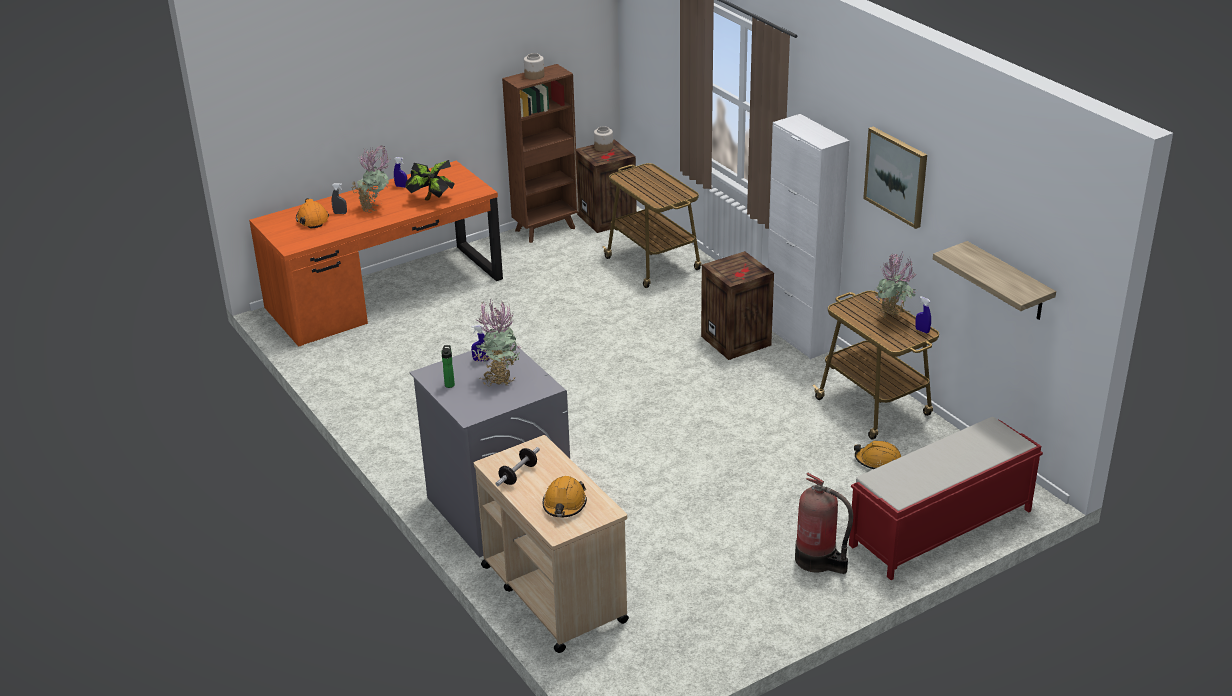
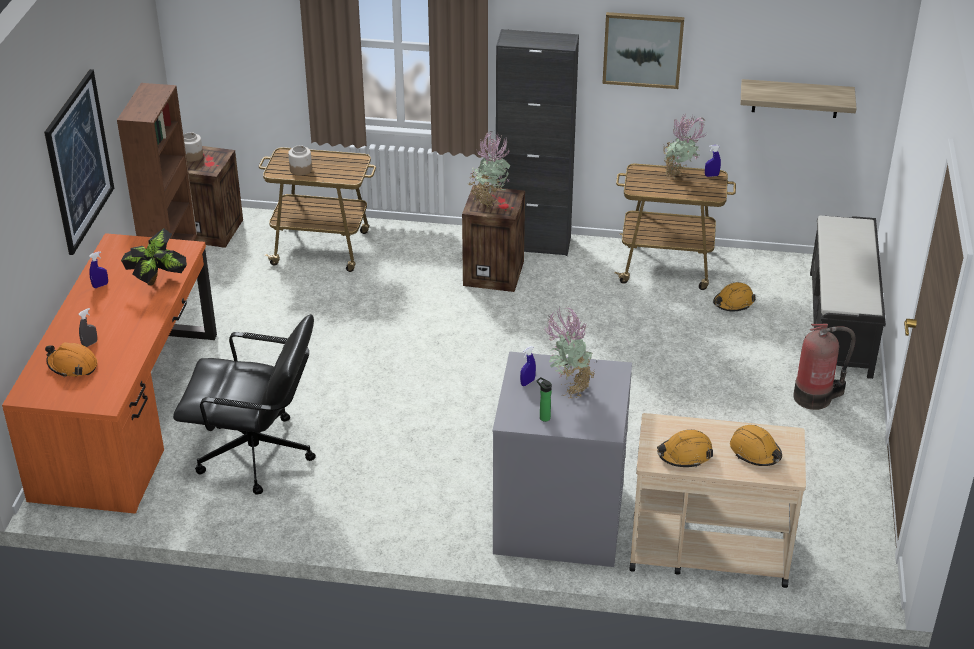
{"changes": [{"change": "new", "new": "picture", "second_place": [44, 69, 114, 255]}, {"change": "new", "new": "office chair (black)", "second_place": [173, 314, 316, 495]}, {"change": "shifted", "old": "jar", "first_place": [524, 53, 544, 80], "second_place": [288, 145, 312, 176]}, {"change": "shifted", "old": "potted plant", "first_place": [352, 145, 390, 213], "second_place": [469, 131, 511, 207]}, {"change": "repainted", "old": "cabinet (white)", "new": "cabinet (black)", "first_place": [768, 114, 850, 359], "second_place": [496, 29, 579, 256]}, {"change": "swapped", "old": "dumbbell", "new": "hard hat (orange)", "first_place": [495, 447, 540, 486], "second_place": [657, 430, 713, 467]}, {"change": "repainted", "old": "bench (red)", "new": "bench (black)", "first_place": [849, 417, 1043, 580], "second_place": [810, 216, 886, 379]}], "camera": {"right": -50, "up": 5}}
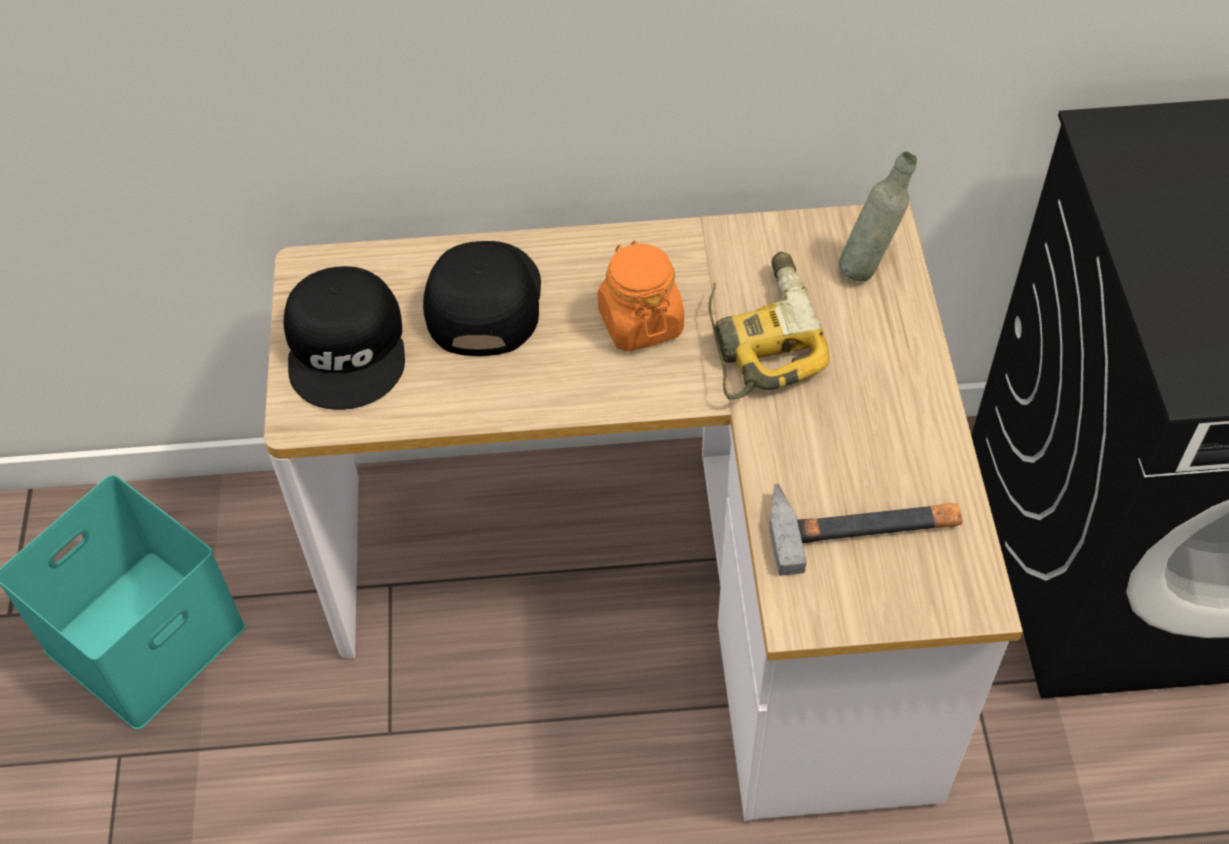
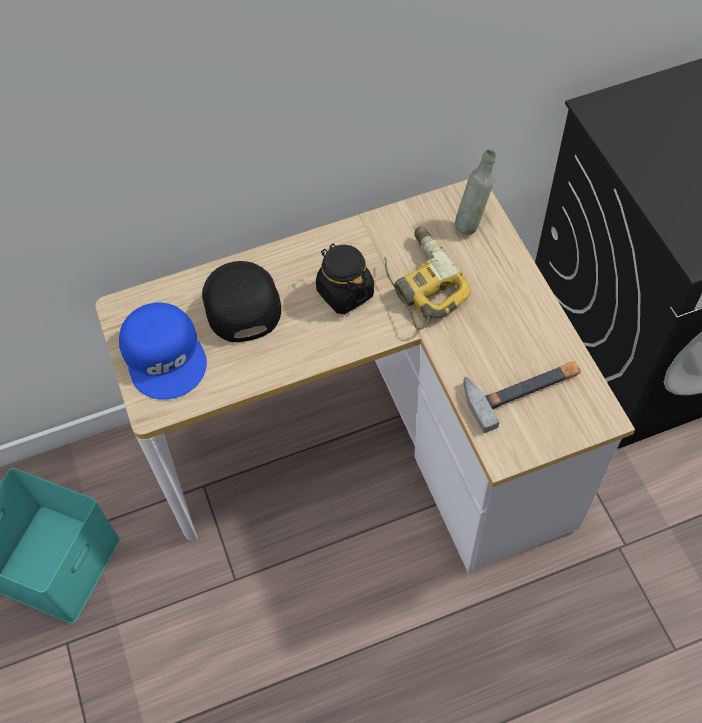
{"changes": [{"change": "repainted", "old": "cap (black)", "new": "cap (blue)", "first_place": [283, 266, 405, 410], "second_place": [119, 302, 207, 400]}, {"change": "repainted", "old": "jar (orange)", "new": "jar (black)", "first_place": [598, 240, 684, 352], "second_place": [316, 244, 374, 314]}], "camera": {"right": -15, "up": 5}}
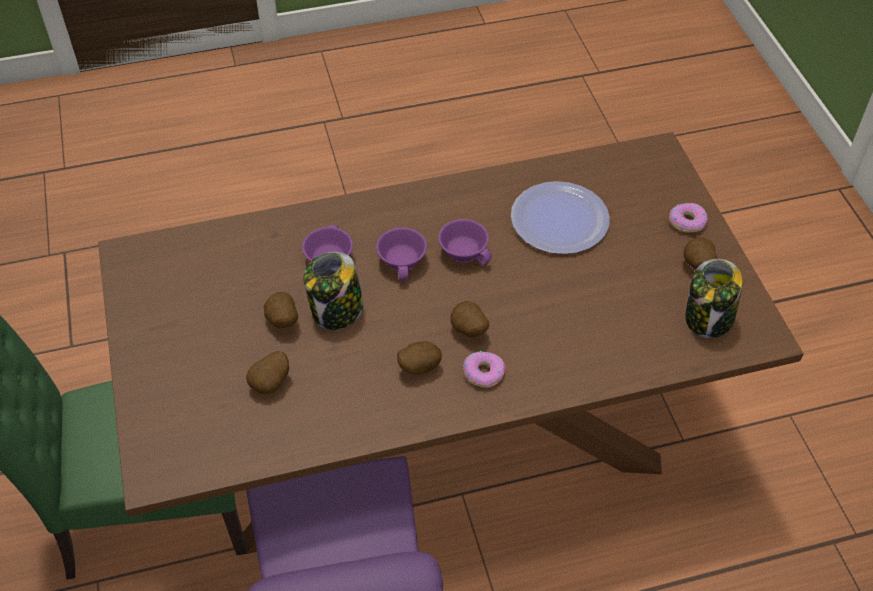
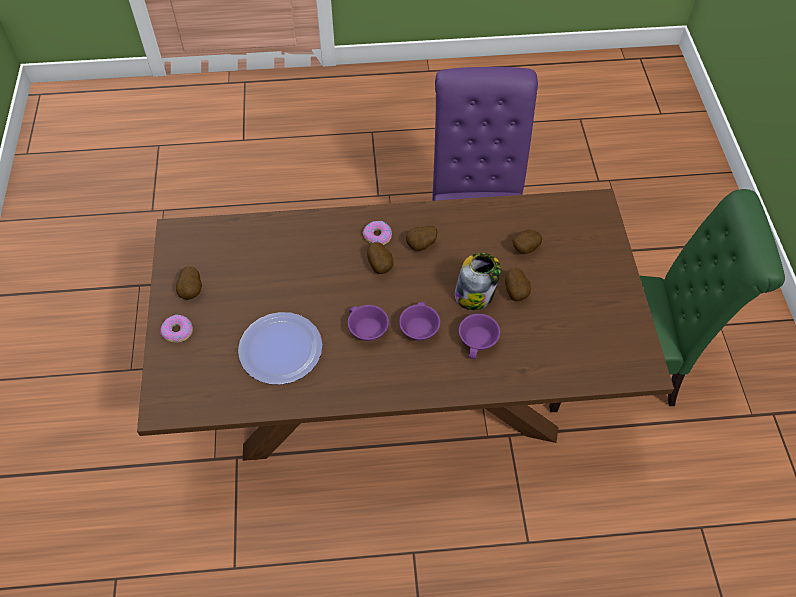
{"changes": [{"change": "gone", "old": "jar", "first_place": [685, 259, 743, 338]}], "camera": {"right": -170, "up": 5}}
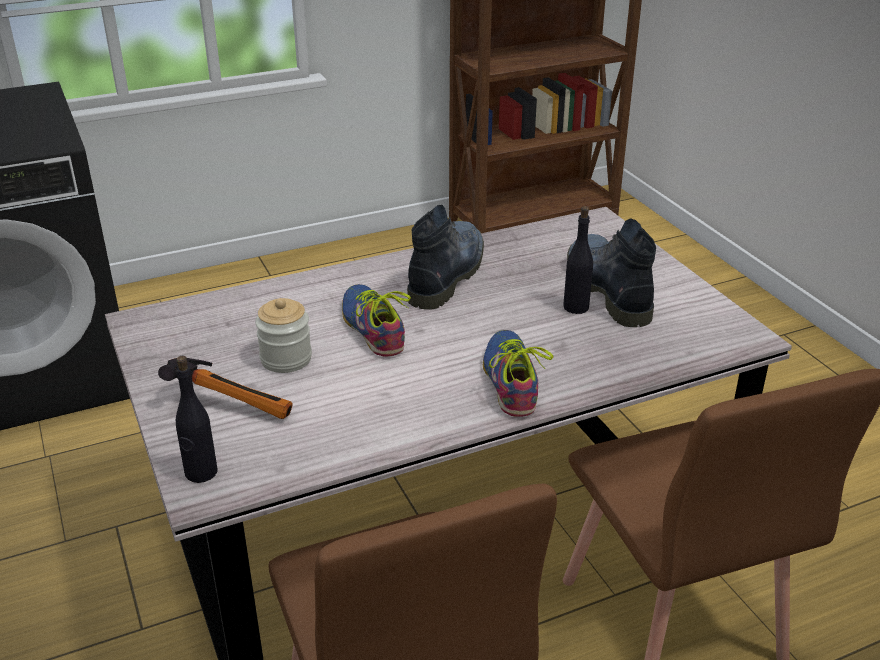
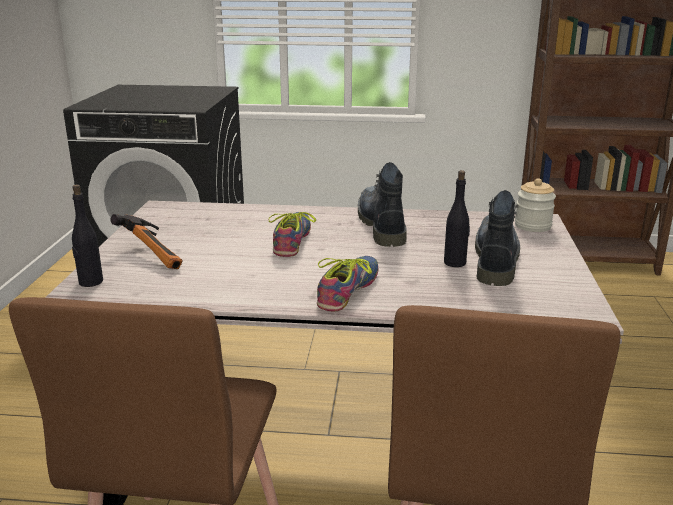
{"changes": [{"change": "rotated", "old": "boot", "first_place": [407, 205, 484, 310], "second_place": [358, 162, 407, 247], "degrees": -60}, {"change": "shifted", "old": "jar", "first_place": [255, 298, 312, 373], "second_place": [515, 178, 556, 232]}], "camera": {"right": 30, "up": -10}}
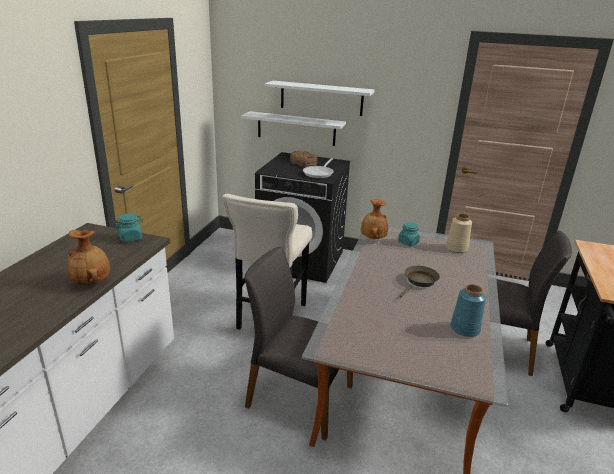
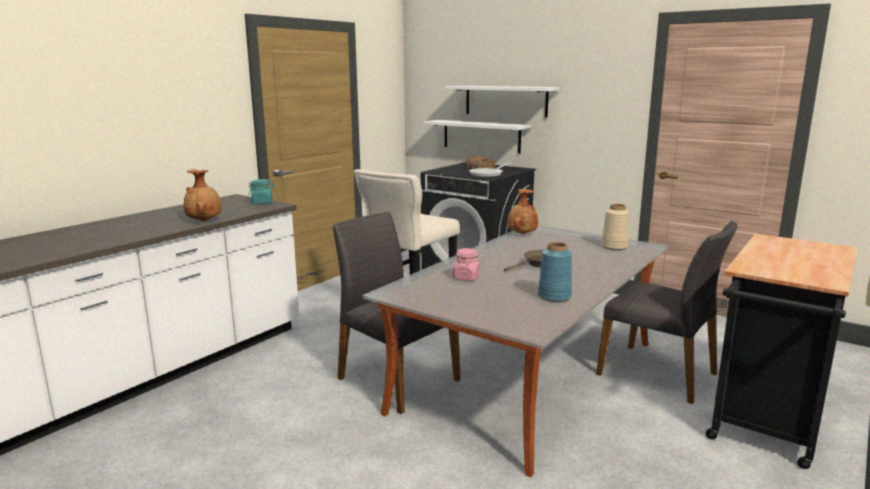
{"changes": [{"change": "new", "new": "jar (pink)", "second_place": [453, 248, 480, 280]}, {"change": "gone", "old": "jar (turquoise)", "first_place": [398, 222, 420, 246]}], "camera": {"right": 20, "up": -10}}
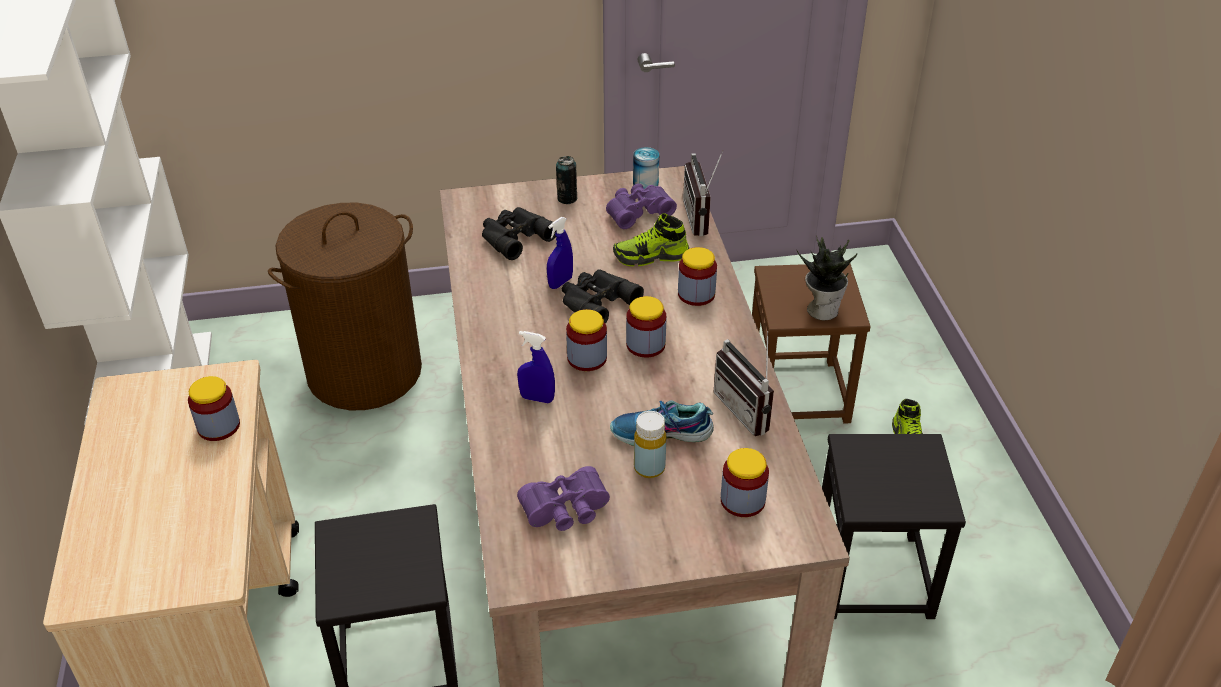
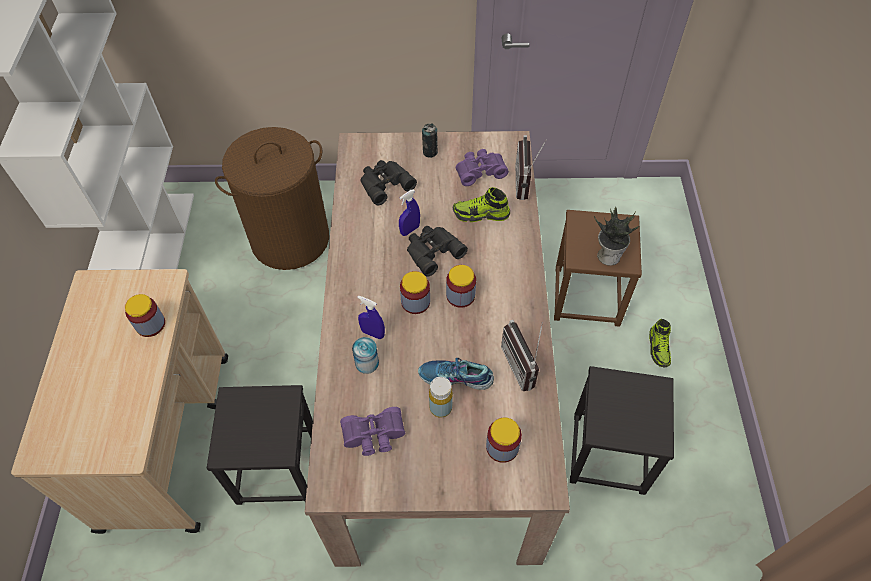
{"changes": [{"change": "shifted", "old": "can", "first_place": [633, 147, 659, 189], "second_place": [352, 337, 379, 374]}, {"change": "gone", "old": "jar", "first_place": [678, 247, 717, 306]}], "camera": {"right": 10, "up": 15}}
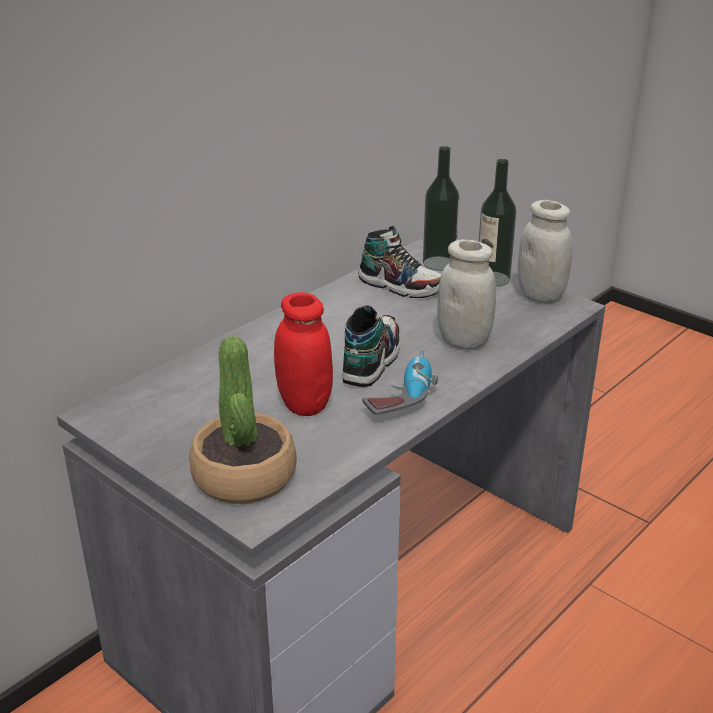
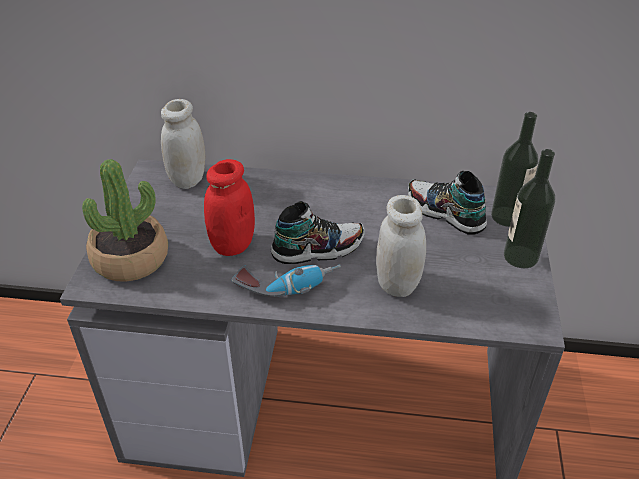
{"changes": [{"change": "shifted", "old": "jar (white)", "first_place": [518, 200, 573, 303], "second_place": [161, 99, 205, 189]}, {"change": "rotated", "old": "shoe", "first_place": [358, 226, 441, 298], "second_place": [408, 171, 487, 234], "degrees": 135}], "camera": {"right": 55, "up": 10}}
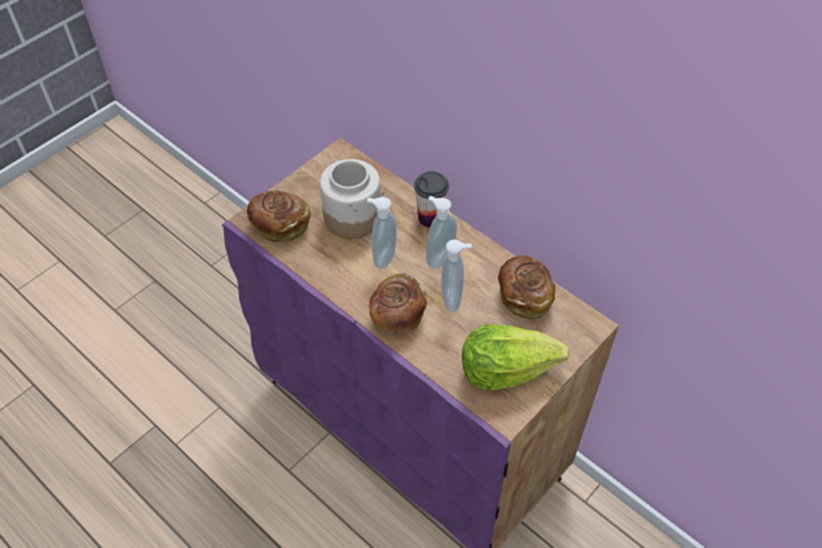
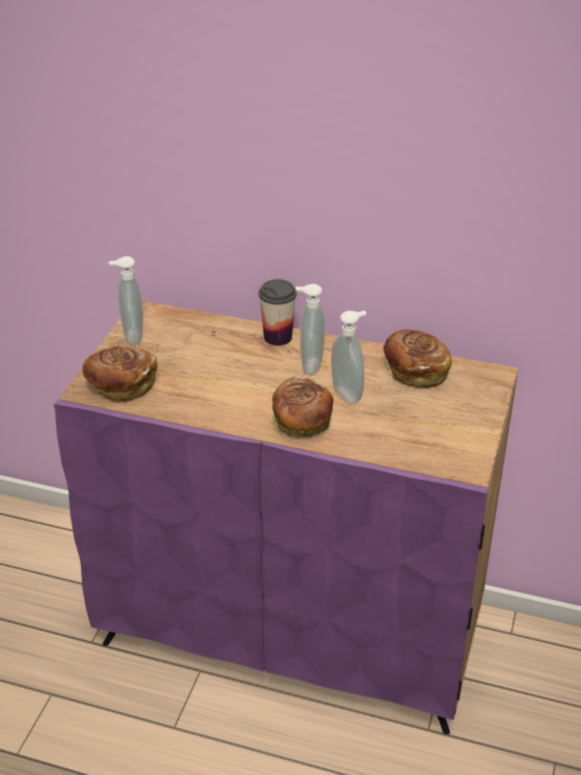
{"changes": [{"change": "shifted", "old": "soap dispenser", "first_place": [367, 197, 397, 269], "second_place": [109, 256, 143, 346]}, {"change": "gone", "old": "jar", "first_place": [320, 159, 381, 239]}, {"change": "gone", "old": "lettuce", "first_place": [462, 324, 569, 390]}], "camera": {"right": -25, "up": -15}}
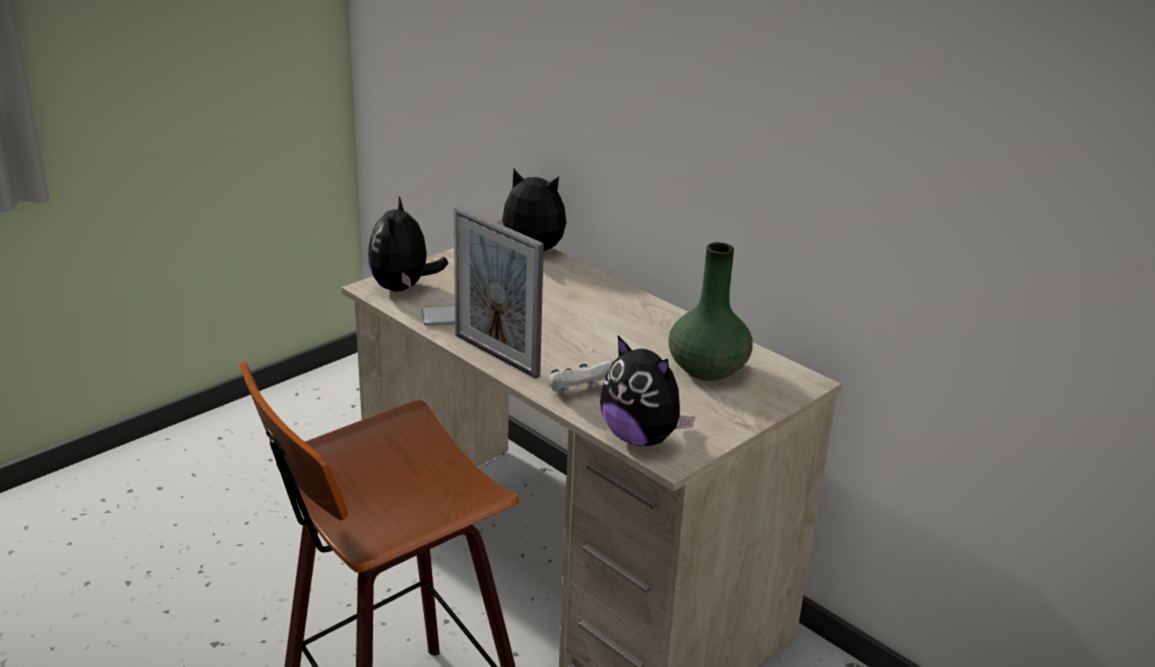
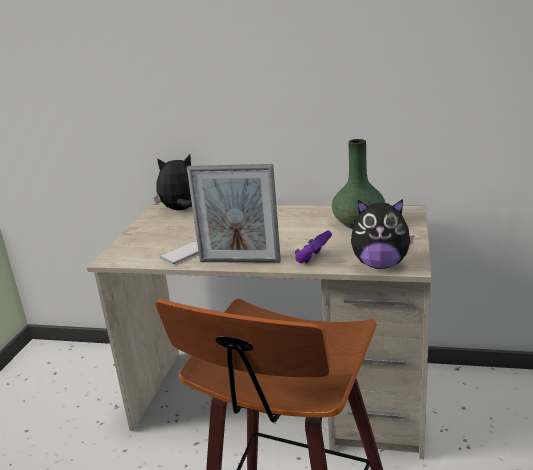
{"changes": [{"change": "repainted", "old": "game controller (white)", "new": "game controller (purple)", "first_place": [549, 361, 613, 394], "second_place": [294, 230, 332, 263]}, {"change": "gone", "old": "plush toy", "first_place": [368, 197, 448, 291]}], "camera": {"right": -30, "up": -5}}
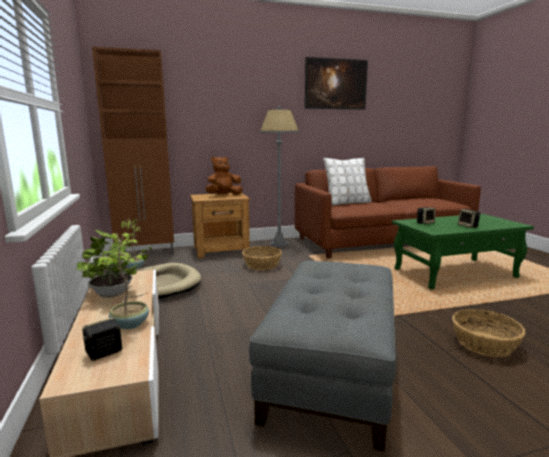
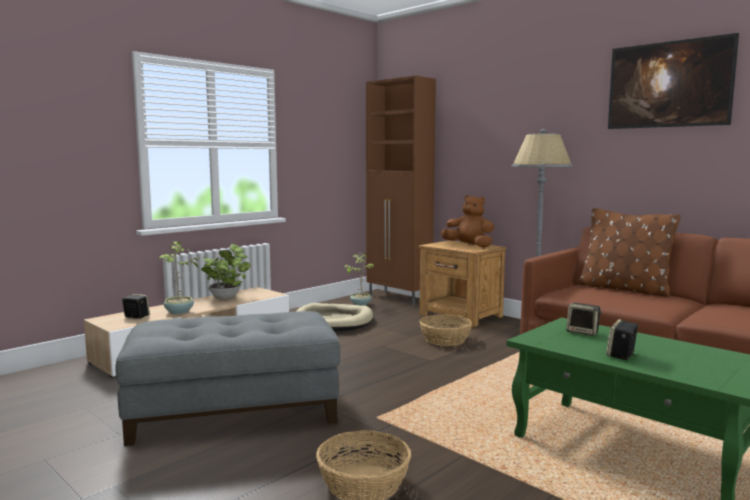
{"changes": [{"change": "repainted", "old": "pillow (white)", "new": "pillow (brown)", "first_place": [323, 158, 371, 205], "second_place": [578, 208, 681, 297]}], "camera": {"right": 60, "up": -5}}
